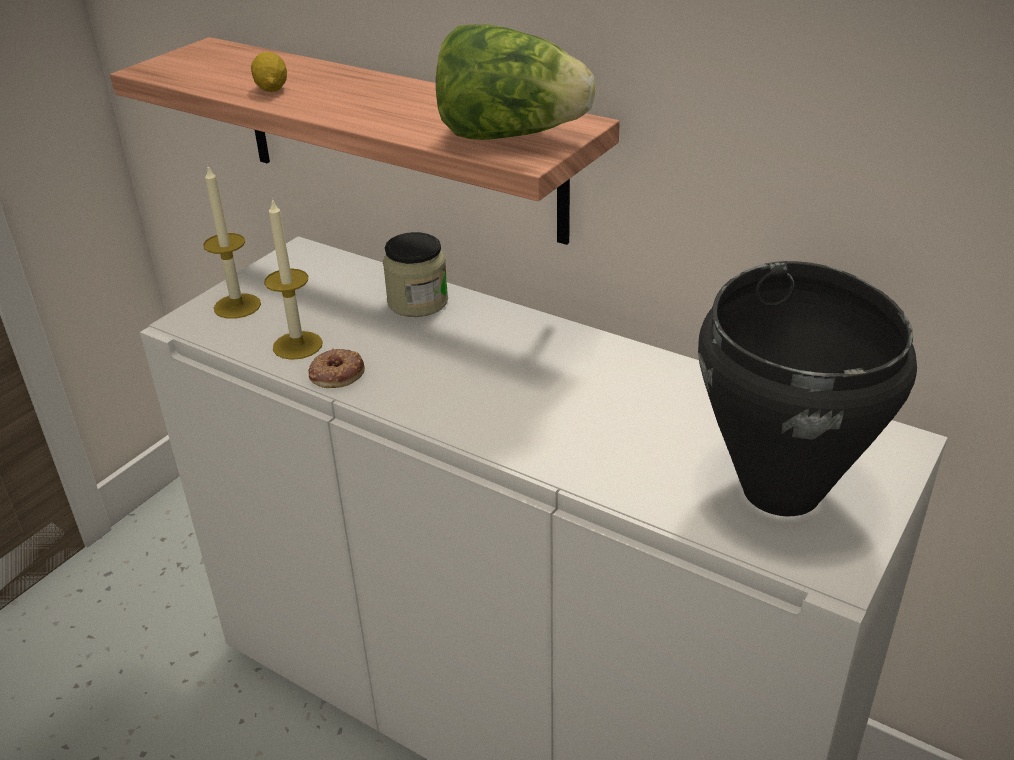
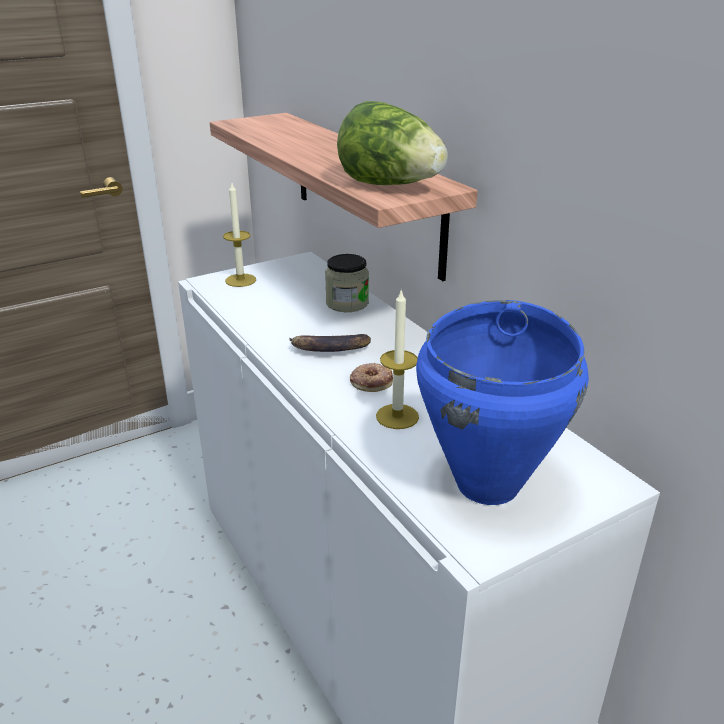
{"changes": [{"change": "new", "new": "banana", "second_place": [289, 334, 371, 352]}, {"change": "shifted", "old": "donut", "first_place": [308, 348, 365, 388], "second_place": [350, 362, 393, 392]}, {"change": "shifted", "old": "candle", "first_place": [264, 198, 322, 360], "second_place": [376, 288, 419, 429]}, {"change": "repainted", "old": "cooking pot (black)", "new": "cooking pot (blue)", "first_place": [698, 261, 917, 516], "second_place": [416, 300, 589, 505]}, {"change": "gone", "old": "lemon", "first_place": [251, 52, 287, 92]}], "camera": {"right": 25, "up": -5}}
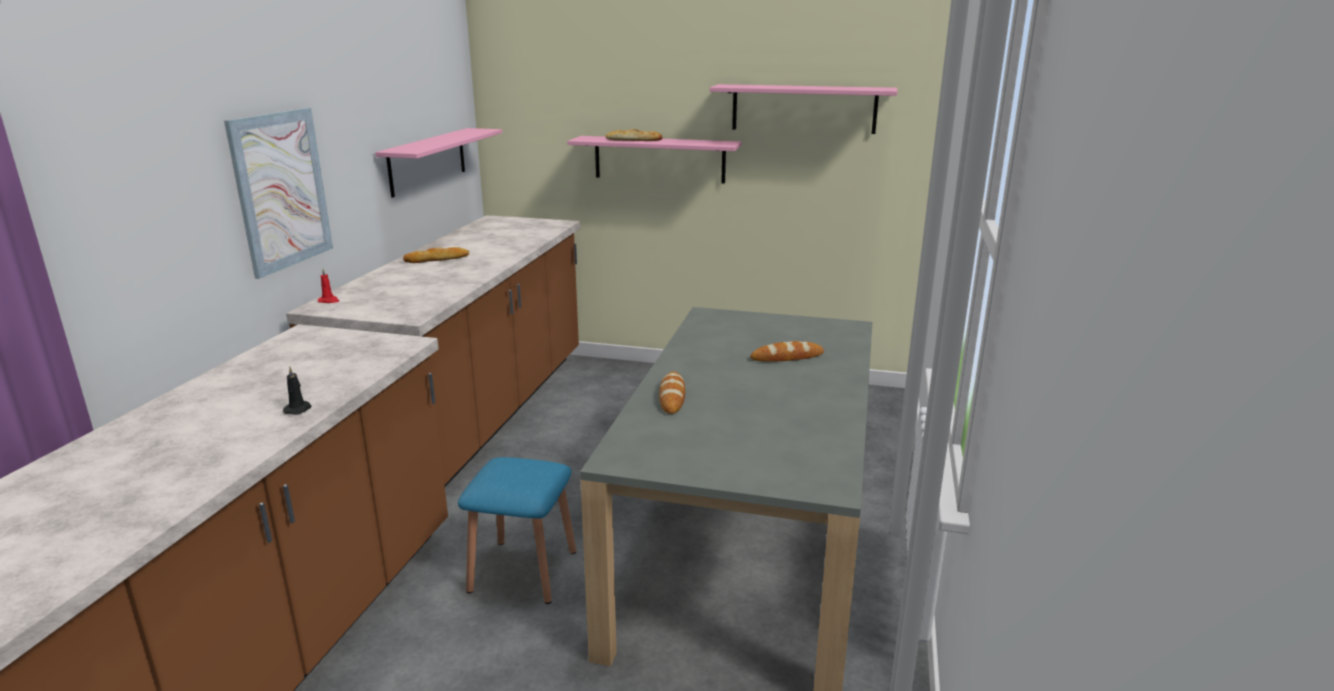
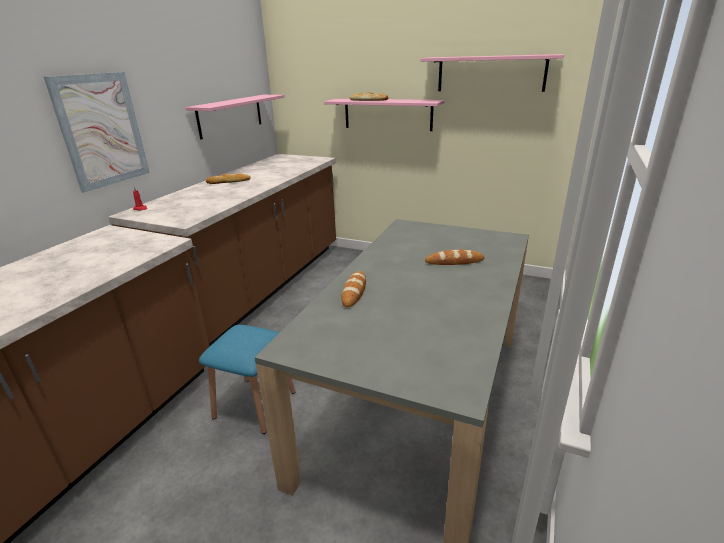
{"changes": [{"change": "gone", "old": "candle (black)", "first_place": [283, 367, 312, 415]}], "camera": {"right": 10, "up": 5}}
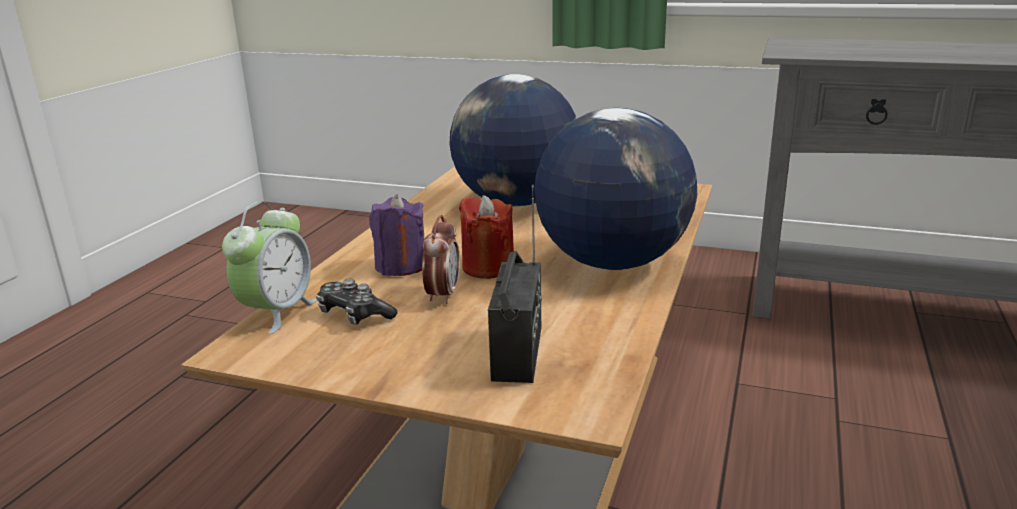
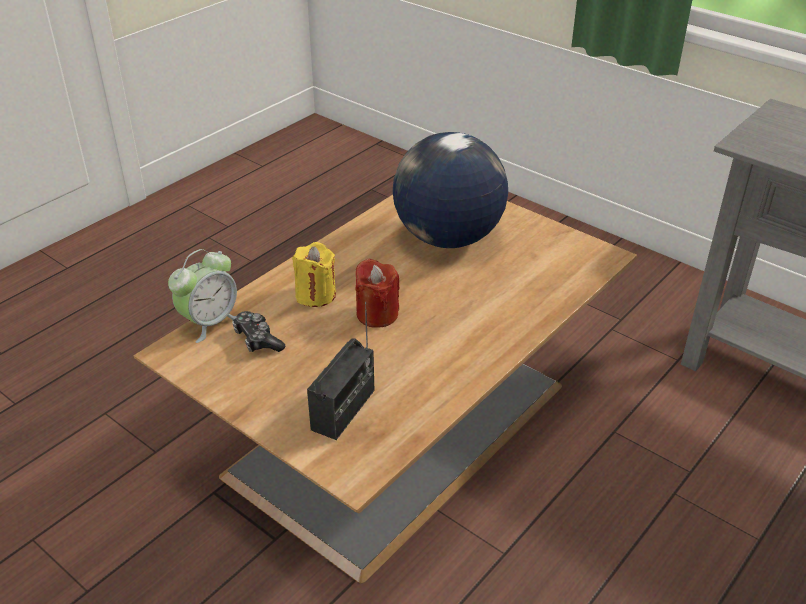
{"changes": [{"change": "repainted", "old": "candle (purple)", "new": "candle (yellow)", "first_place": [369, 194, 424, 276], "second_place": [292, 242, 336, 307]}, {"change": "gone", "old": "alarm clock", "first_place": [422, 215, 460, 304]}, {"change": "gone", "old": "globe", "first_place": [534, 108, 697, 270]}], "camera": {"right": 20, "up": 15}}
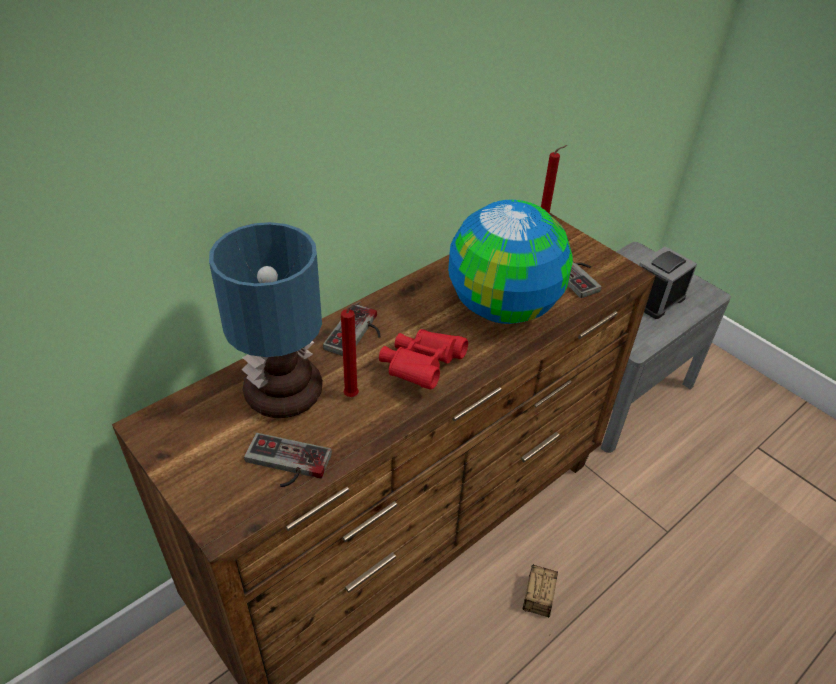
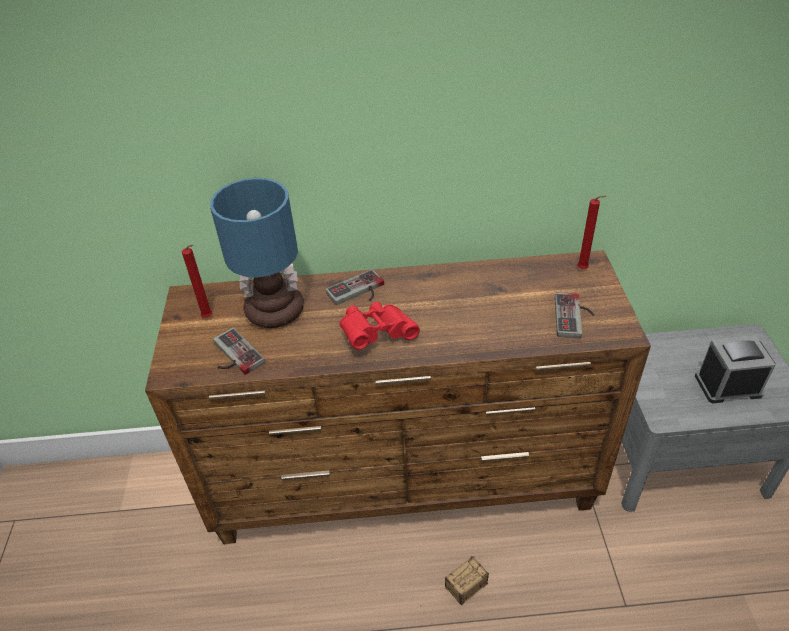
{"changes": [{"change": "shifted", "old": "candle (red)", "first_place": [341, 301, 362, 397], "second_place": [182, 245, 212, 318]}, {"change": "gone", "old": "globe", "first_place": [448, 200, 573, 324]}], "camera": {"right": 40, "up": 0}}
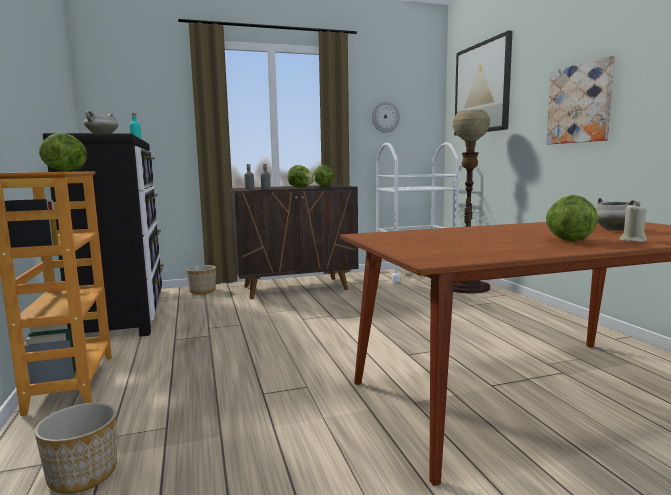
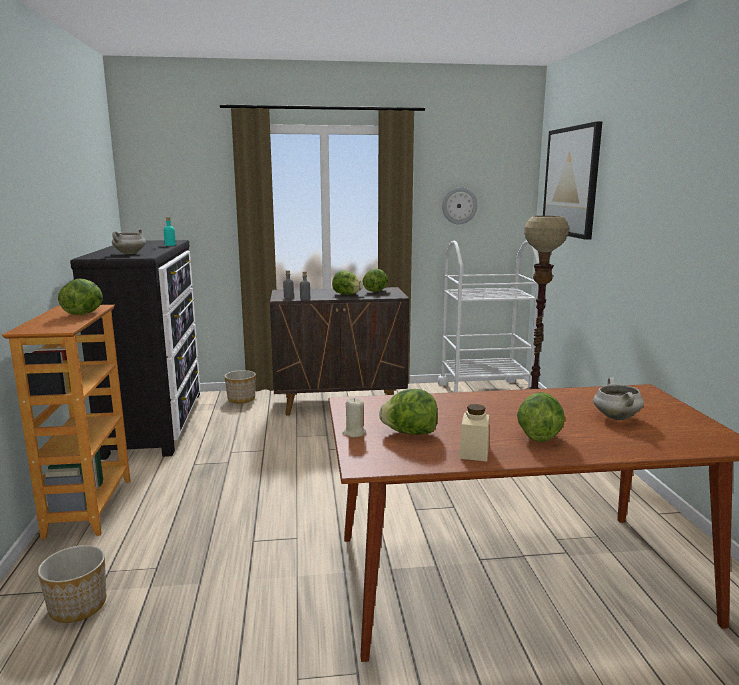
{"changes": [{"change": "shifted", "old": "candle (beige)", "first_place": [619, 203, 647, 242], "second_place": [342, 398, 366, 437]}, {"change": "new", "new": "lettuce", "second_place": [379, 389, 438, 435]}, {"change": "new", "new": "jar (beige)", "second_place": [459, 404, 489, 461]}, {"change": "gone", "old": "picture", "first_place": [546, 56, 615, 144]}], "camera": {"right": 10, "up": 5}}
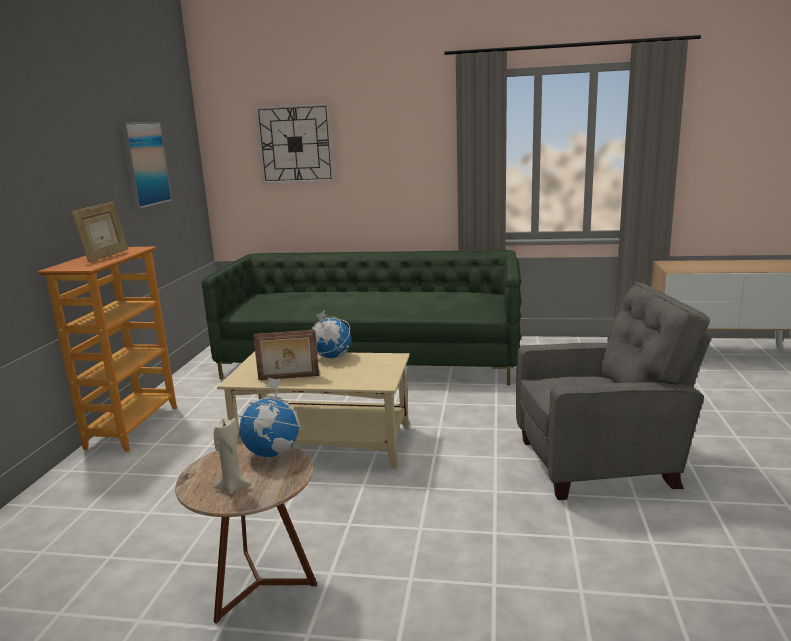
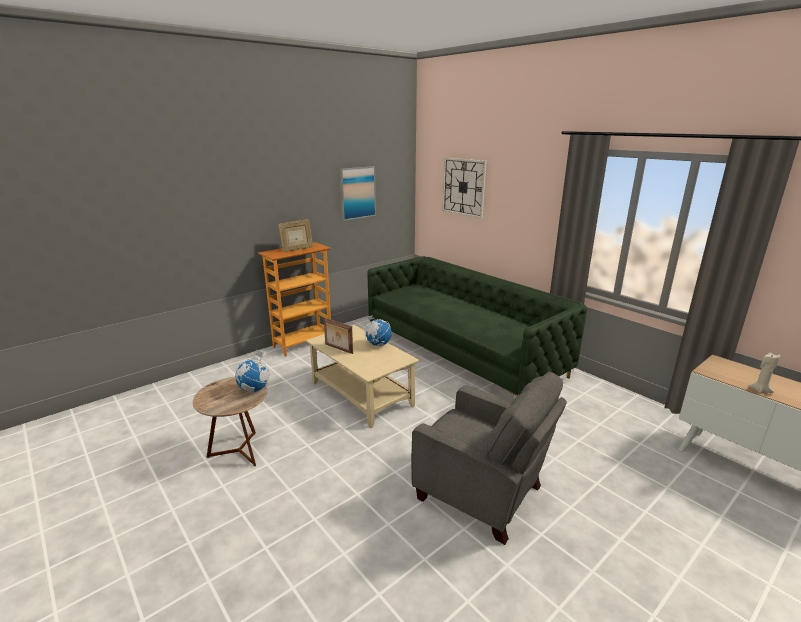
{"changes": [{"change": "shifted", "old": "candle (beige)", "first_place": [213, 418, 251, 495], "second_place": [749, 353, 780, 393]}], "camera": {"right": 40, "up": 5}}
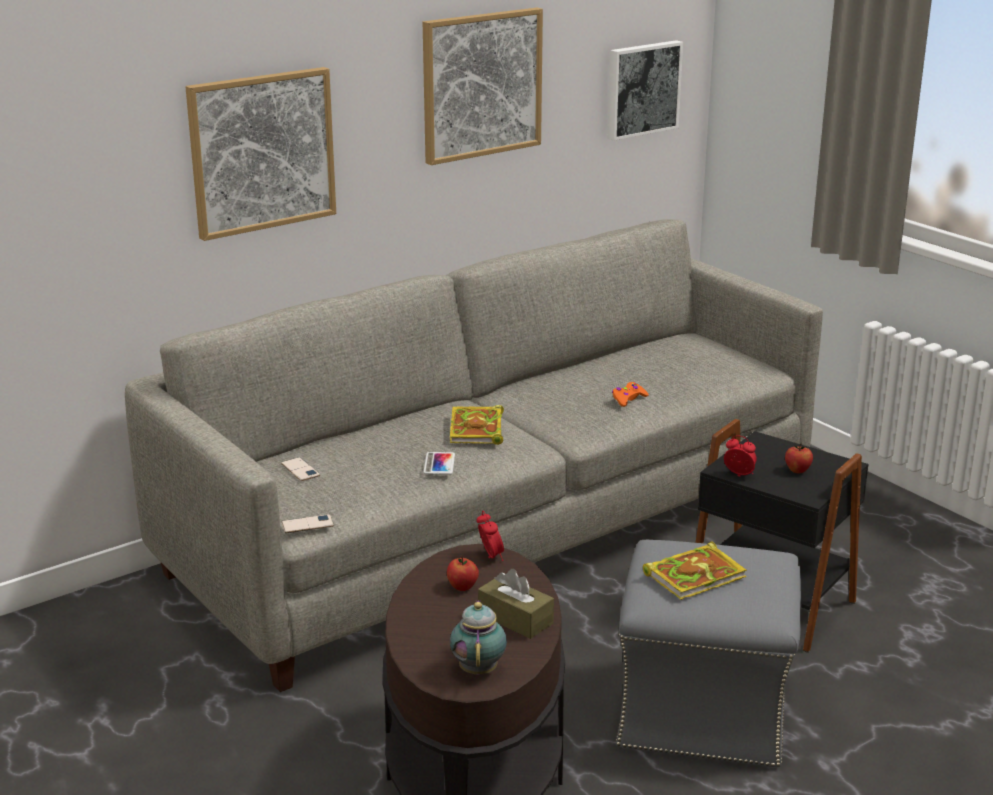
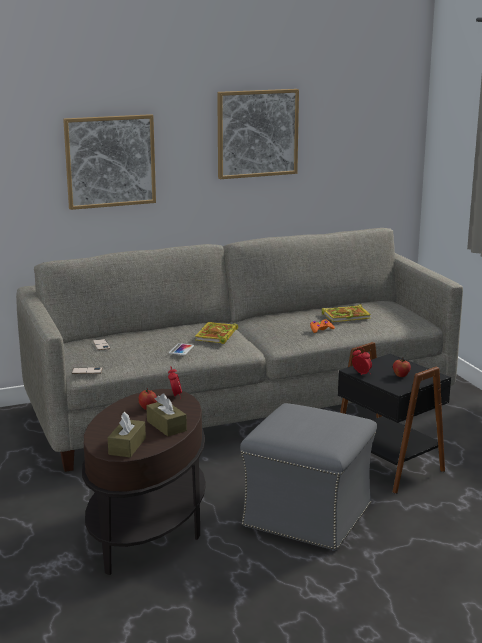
{"changes": [{"change": "swapped", "old": "teapot", "new": "tissue box (brown)", "first_place": [450, 600, 507, 675], "second_place": [108, 412, 146, 457]}, {"change": "shifted", "old": "book", "first_place": [643, 541, 747, 600], "second_place": [322, 304, 371, 322]}, {"change": "gone", "old": "picture", "first_place": [607, 40, 683, 141]}], "camera": {"right": 15, "up": -5}}
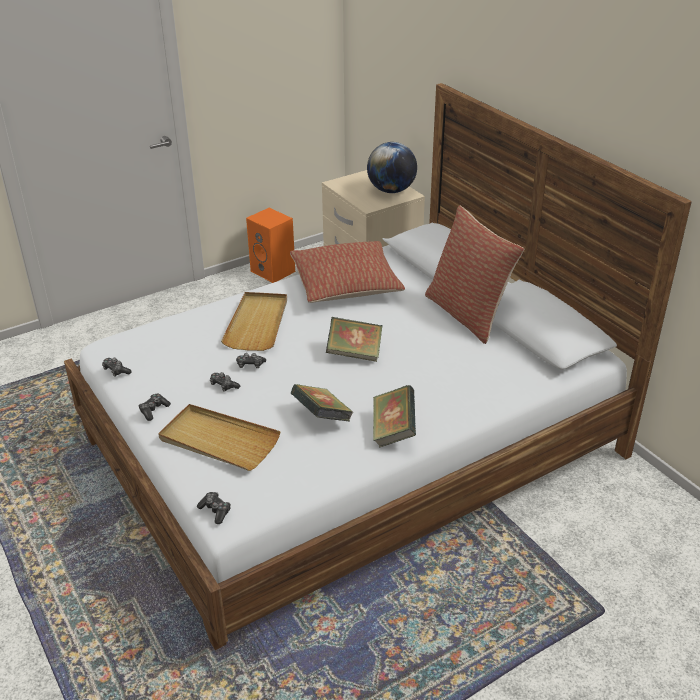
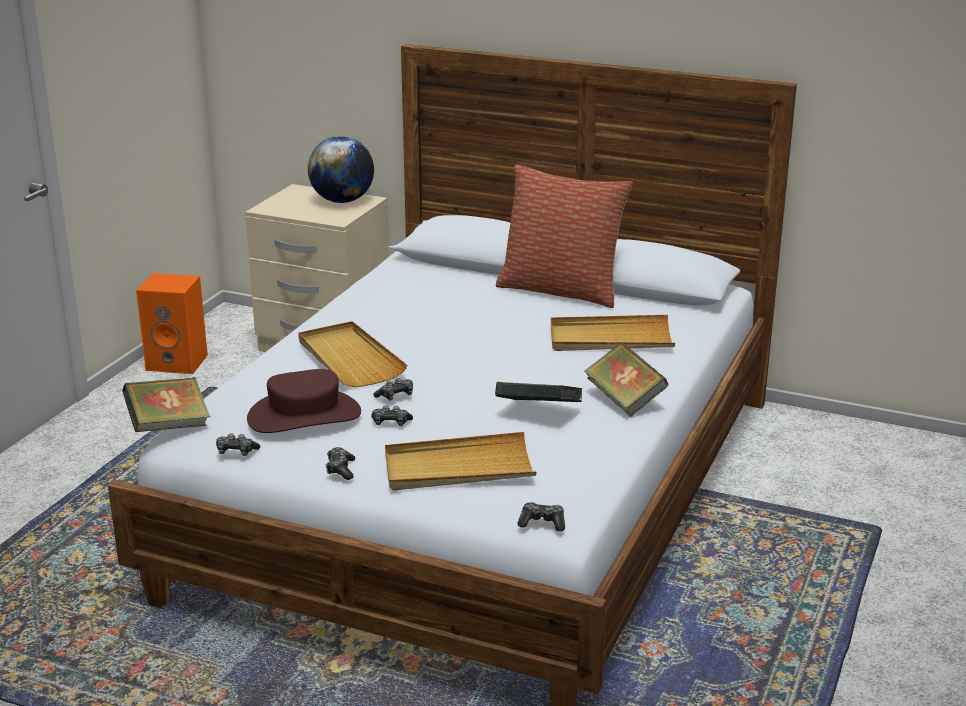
{"changes": [{"change": "shifted", "old": "book", "first_place": [326, 317, 383, 362], "second_place": [122, 377, 210, 432]}, {"change": "new", "new": "hat (brown)", "second_place": [247, 369, 361, 433]}, {"change": "new", "new": "tray (beige)", "second_place": [551, 315, 675, 351]}, {"change": "gone", "old": "pillow", "first_place": [290, 241, 405, 303]}], "camera": {"right": -35, "up": -10}}
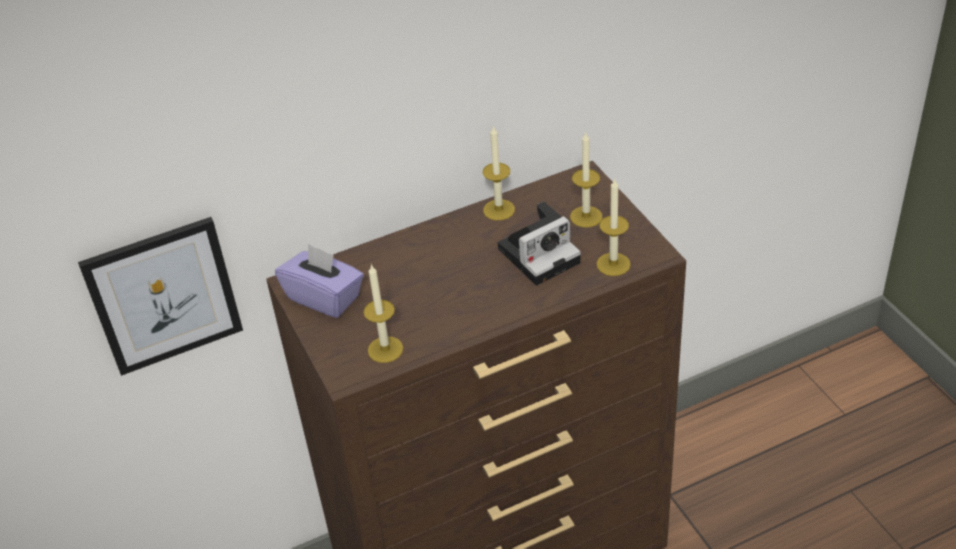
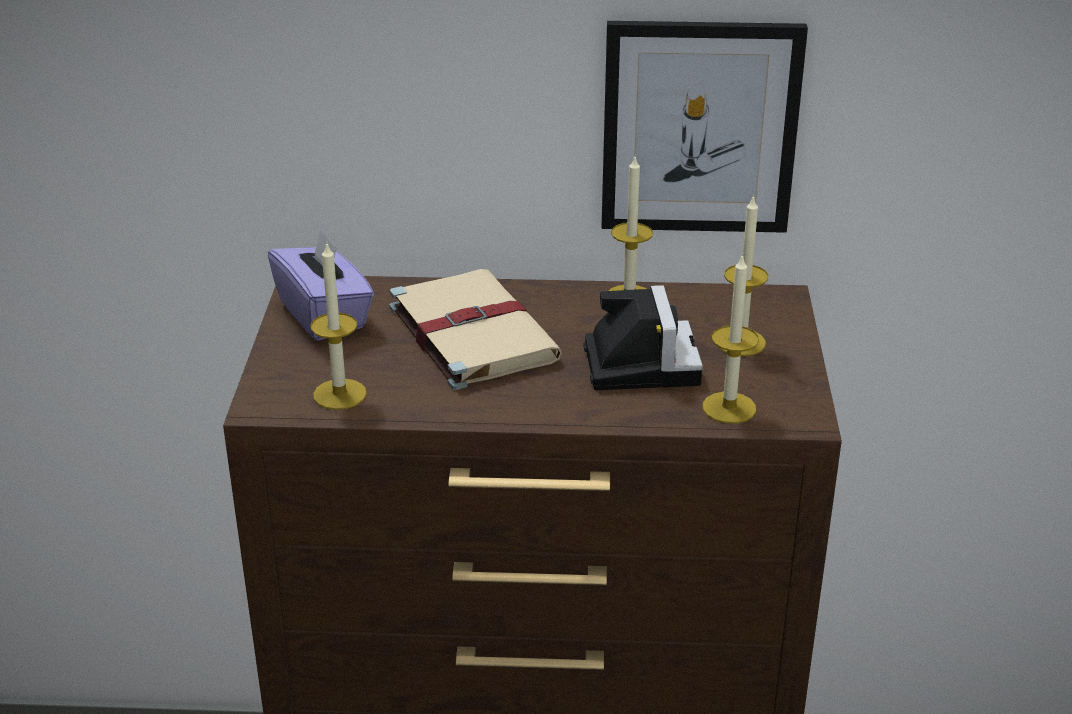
{"changes": [{"change": "new", "new": "book (beige)", "second_place": [389, 269, 562, 390]}, {"change": "rotated", "old": "photo camera", "first_place": [498, 202, 581, 285], "second_place": [583, 285, 703, 390], "degrees": -90}, {"change": "shifted", "old": "picture", "first_place": [78, 217, 243, 376], "second_place": [602, 21, 808, 233]}], "camera": {"right": 25, "up": -10}}
